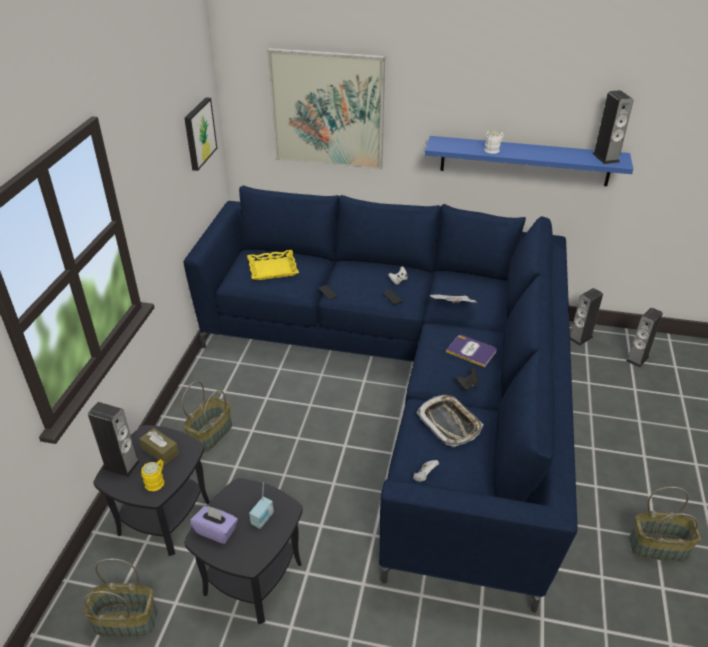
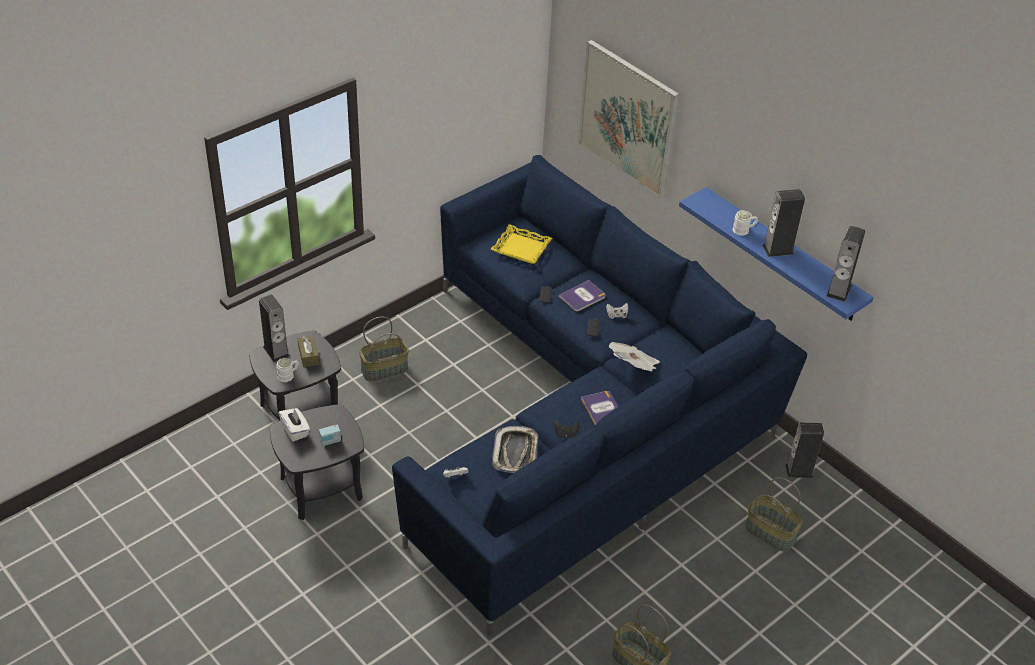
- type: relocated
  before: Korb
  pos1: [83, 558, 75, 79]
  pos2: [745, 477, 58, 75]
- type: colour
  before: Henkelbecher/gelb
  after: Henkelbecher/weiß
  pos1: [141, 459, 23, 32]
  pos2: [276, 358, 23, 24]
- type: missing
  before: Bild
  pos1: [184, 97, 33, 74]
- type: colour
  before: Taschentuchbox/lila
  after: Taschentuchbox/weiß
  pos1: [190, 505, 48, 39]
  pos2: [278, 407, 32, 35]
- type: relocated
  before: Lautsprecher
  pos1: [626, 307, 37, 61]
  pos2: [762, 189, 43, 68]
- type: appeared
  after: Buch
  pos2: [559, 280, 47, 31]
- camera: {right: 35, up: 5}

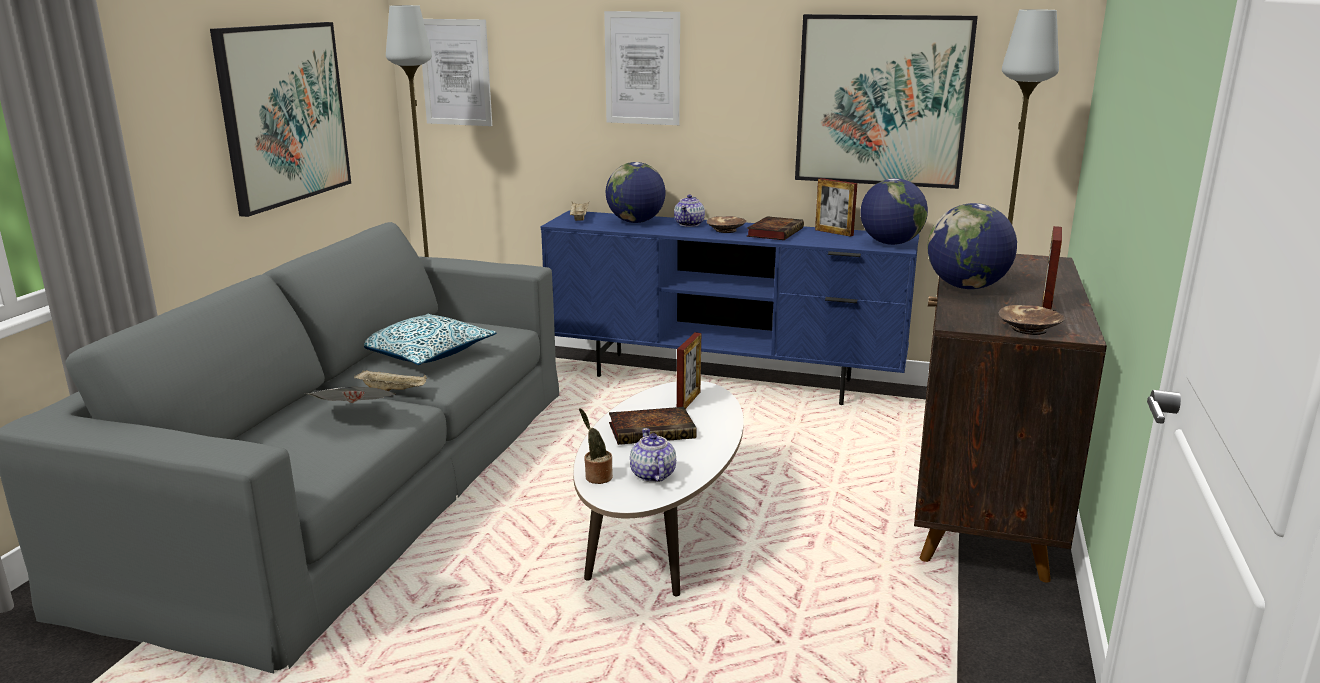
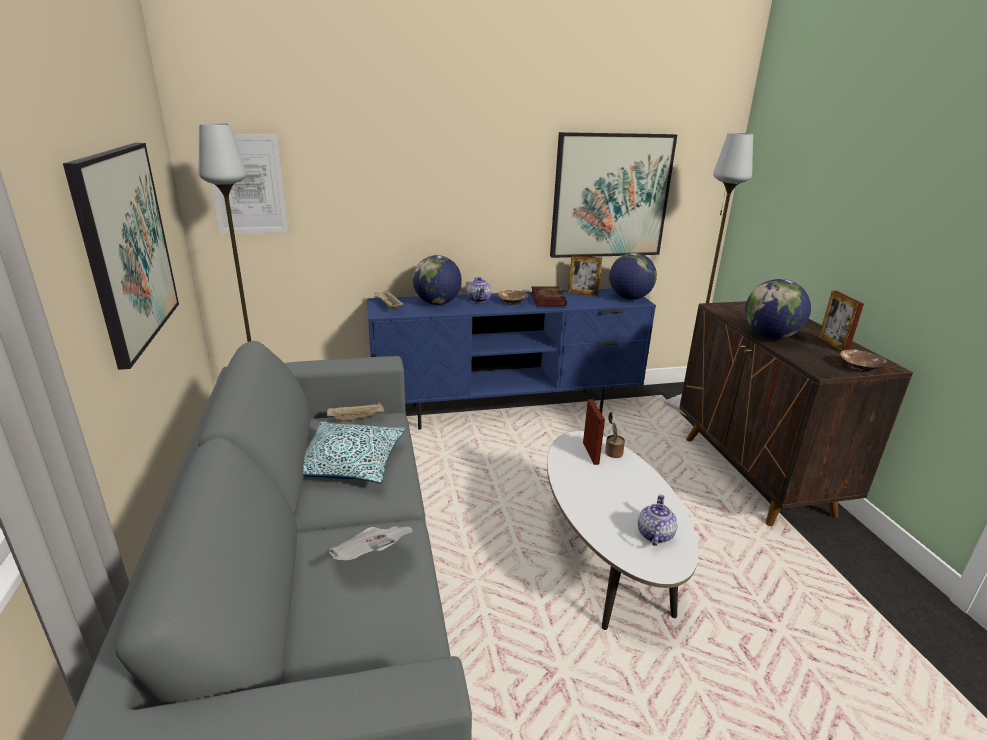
- type: relocated
  before: Tablett/beige
  pos1: [354, 369, 73, 22]
  pos2: [327, 402, 58, 20]
- type: relocated
  before: Topfpflanze
  pos1: [579, 408, 34, 76]
  pos2: [605, 412, 20, 46]
- type: missing
  before: Bild
  pos1: [604, 11, 76, 114]
- type: missing
  before: Buch
  pos1: [609, 407, 88, 38]
- type: spun
  before: Teekanne
  pos1: [630, 428, 46, 54]
  pos2: [638, 494, 40, 52]
  turn: 60
- camera: {right: -30, up: 5}

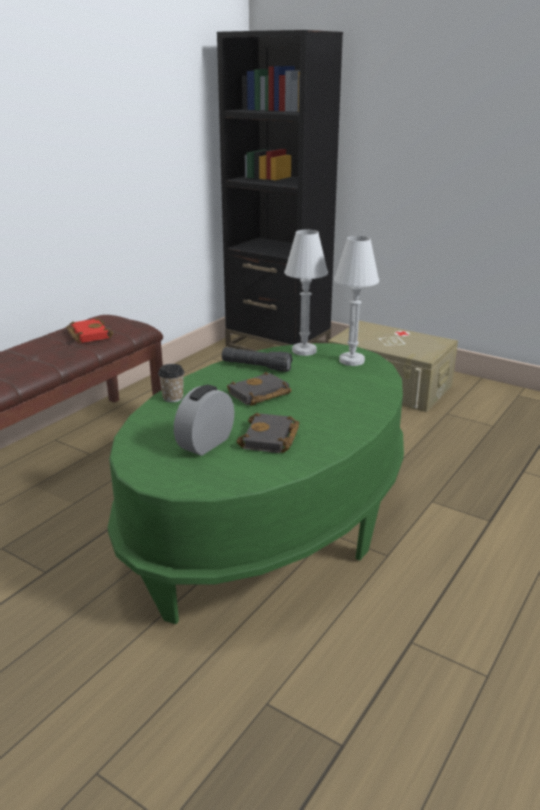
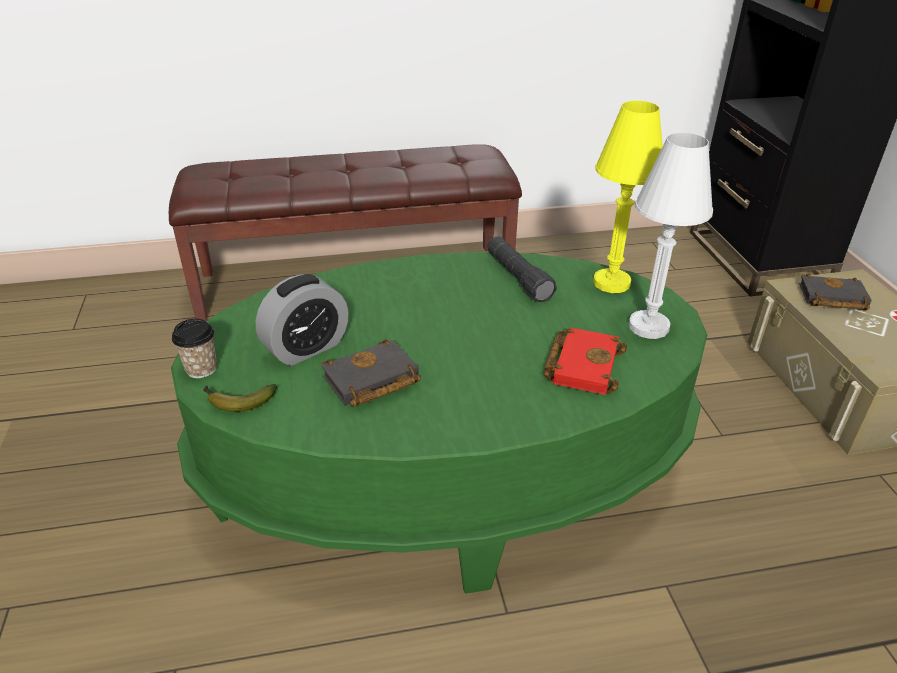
- type: relocated
  before: Buch/rot
  pos1: [66, 318, 47, 25]
  pos2: [543, 327, 84, 68]
- type: relocated
  before: Tasse
  pos1: [158, 364, 27, 38]
  pos2: [172, 319, 45, 59]
- type: spun
  before: Wecker
  pos1: [174, 385, 60, 71]
  pos2: [256, 274, 92, 92]
  turn: 150
- type: relocated
  before: Buch/schwarz
  pos1: [227, 372, 64, 34]
  pos2: [799, 274, 72, 37]
- type: colour
  before: Tischlampe/weiß
  after: Tischlampe/gelb
  pos1: [284, 230, 44, 126]
  pos2: [593, 101, 70, 192]
- type: appeared
  after: Banane
  pos2: [203, 384, 74, 27]
- camera: {right: 45, up: 10}

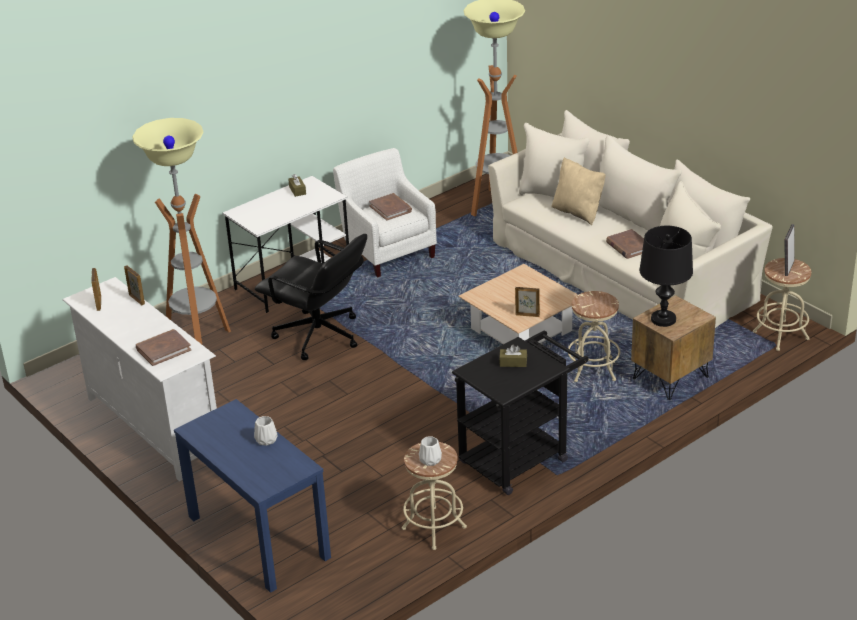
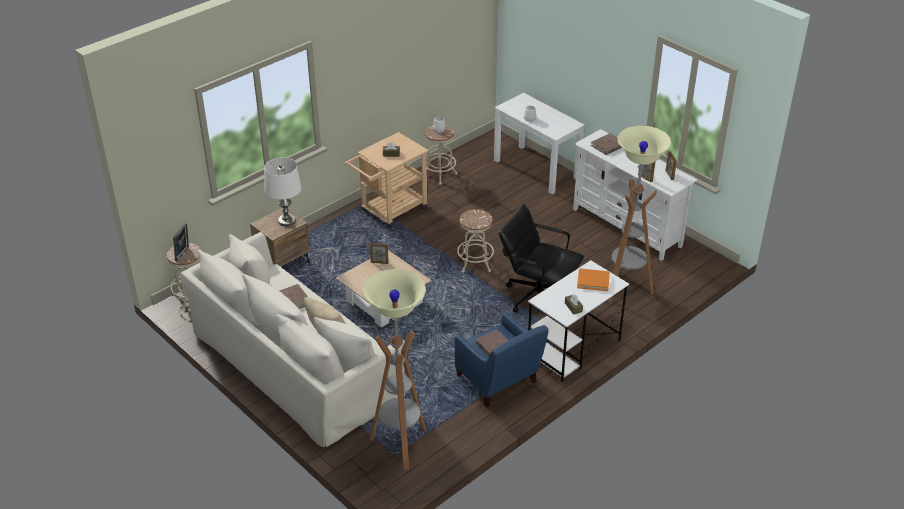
- type: colour
  before: Konsolentisch/blau
  after: Konsolentisch/weiß
  pos1: [174, 399, 157, 194]
  pos2: [494, 93, 91, 101]
- type: colour
  before: Sessel/weiß
  after: Sessel/blau
  pos1: [333, 148, 104, 130]
  pos2: [454, 312, 95, 96]
- type: colour
  before: Rollwagen/schwarz
  after: Rollwagen/beige
  pos1: [452, 331, 136, 164]
  pos2: [345, 132, 84, 97]
- type: relocated
  before: Hocker/beige
  pos1: [568, 291, 52, 91]
  pos2: [457, 209, 37, 64]
- type: colour
  before: Tischlampe/schwarz
  after: Tischlampe/weiß
  pos1: [639, 226, 54, 101]
  pos2: [264, 157, 38, 69]
- type: appeared
  after: Buch/orange
  pos2: [577, 269, 33, 22]
- camera: {right: 175, up: 5}

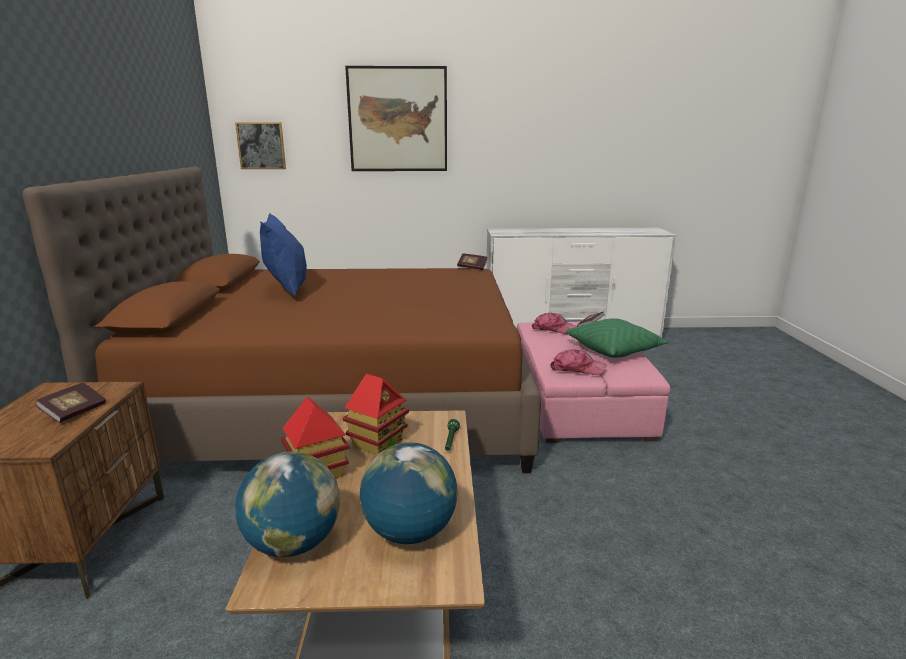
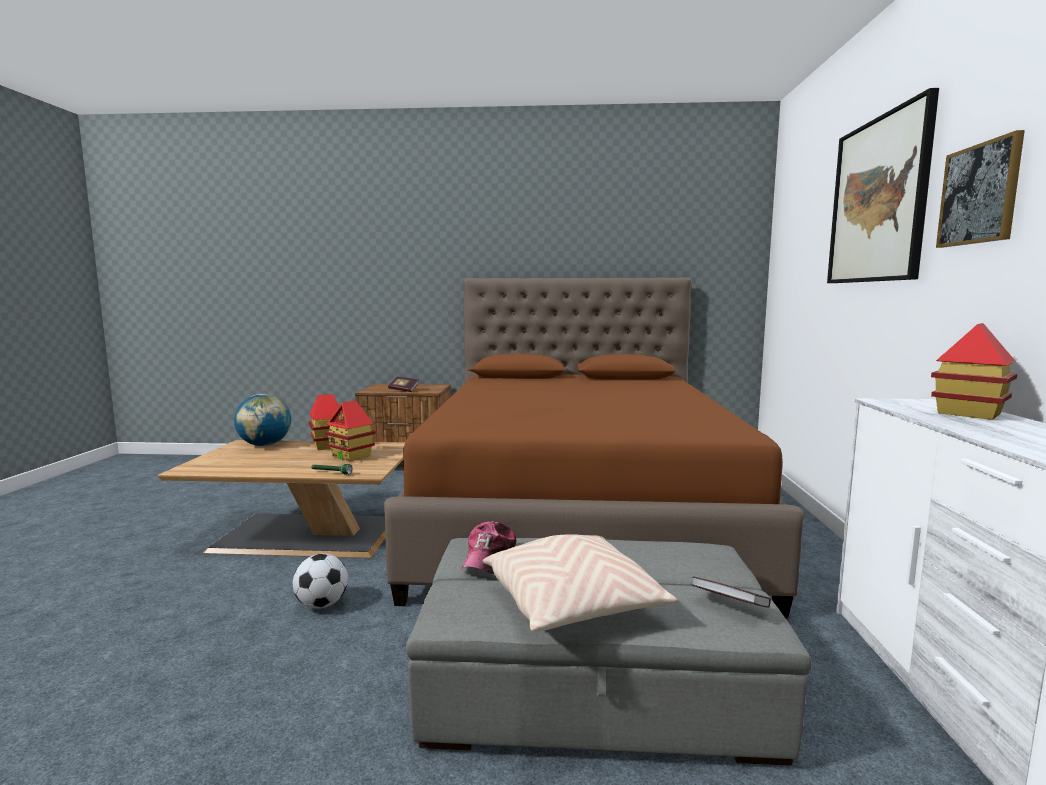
- type: relocated
  before: Bild
  pos1: [235, 122, 51, 47]
  pos2: [936, 130, 89, 118]
- type: missing
  before: Kissen/blau
  pos1: [260, 213, 47, 83]
- type: missing
  before: Globus
  pos1: [360, 442, 98, 102]
- type: missing
  before: Buch
  pos1: [457, 253, 30, 17]
- type: colour
  before: Polsterhocker/rosa
  after: Polsterhocker/grau
  pos1: [517, 322, 154, 121]
  pos2: [406, 538, 406, 228]
- type: missing
  before: Kappe
  pos1: [532, 313, 45, 21]
- type: colour
  before: Kissen/grün
  after: Kissen/beige
  pos1: [565, 318, 104, 40]
  pos2: [483, 534, 194, 97]
- type: appeared
  after: Fußball
  pos2: [293, 554, 55, 55]
- type: appeared
  after: Spielzeughaus
  pos2: [931, 323, 86, 97]
- camera: {right: 95, up: -10}

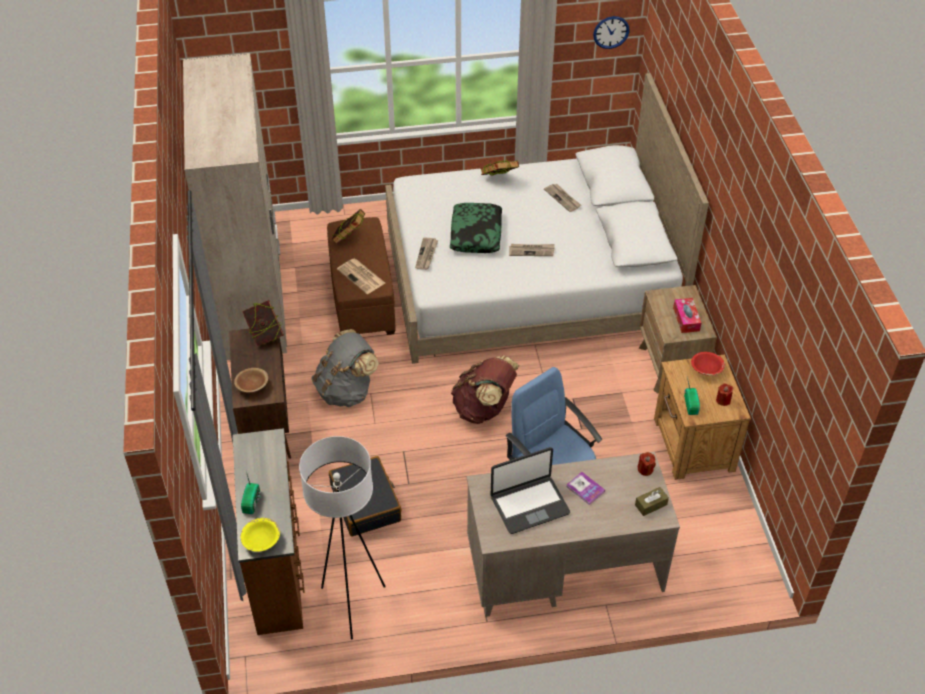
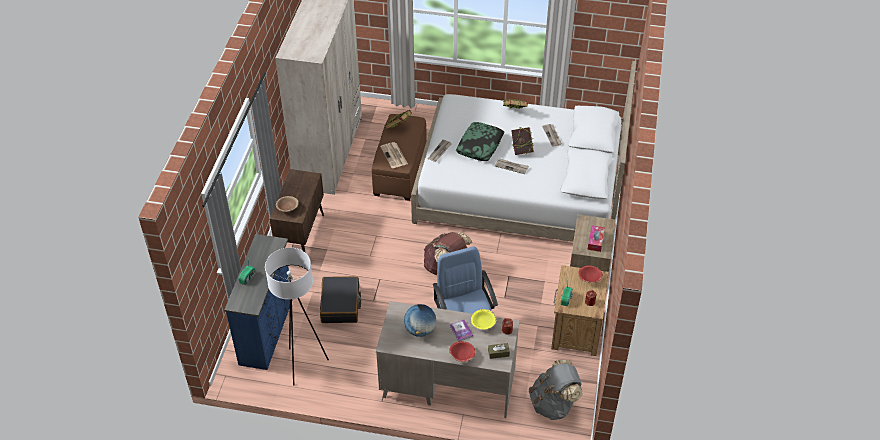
- type: colour
  before: Kommode/braun
  after: Kommode/blau
  pos1: [233, 428, 72, 207]
  pos2: [224, 234, 69, 136]
- type: relocated
  before: Schüssel/gelb
  pos1: [241, 518, 39, 34]
  pos2: [471, 309, 25, 21]
- type: relocated
  before: Buch
  pos1: [242, 300, 42, 46]
  pos2: [511, 127, 23, 28]
- type: relocated
  before: Rucksack/grau
  pos1: [311, 329, 68, 78]
  pos2: [529, 360, 54, 60]
- type: exchanged
  before: Laptop
  after: Globus
  pos1: [491, 447, 79, 87]
  pos2: [404, 304, 32, 33]
- type: missing
  before: Wanduhr
  pos1: [593, 16, 37, 33]
- type: appeared
  after: Schüssel/rot
  pos2: [449, 341, 26, 21]
- camera: {right: 20, up: 0}

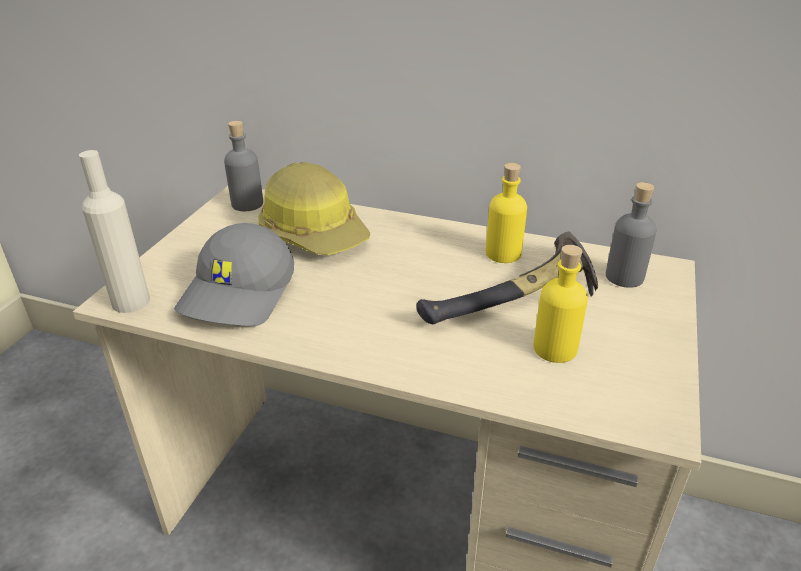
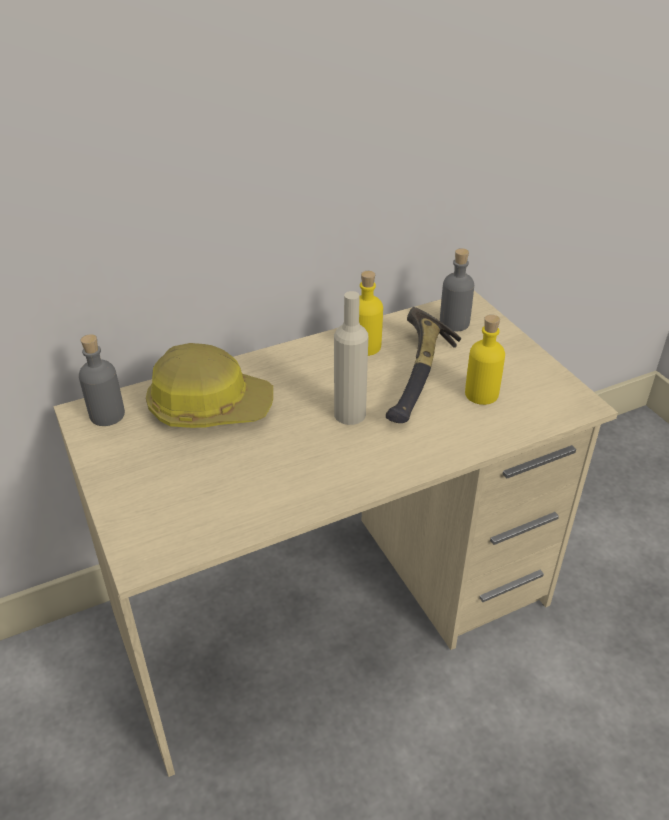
- type: relocated
  before: Flasche/beige
  pos1: [79, 150, 71, 163]
  pos2: [334, 291, 34, 134]
- type: missing
  before: Kappe/grau
  pos1: [174, 223, 120, 103]
- camera: {right: -45, up: 5}

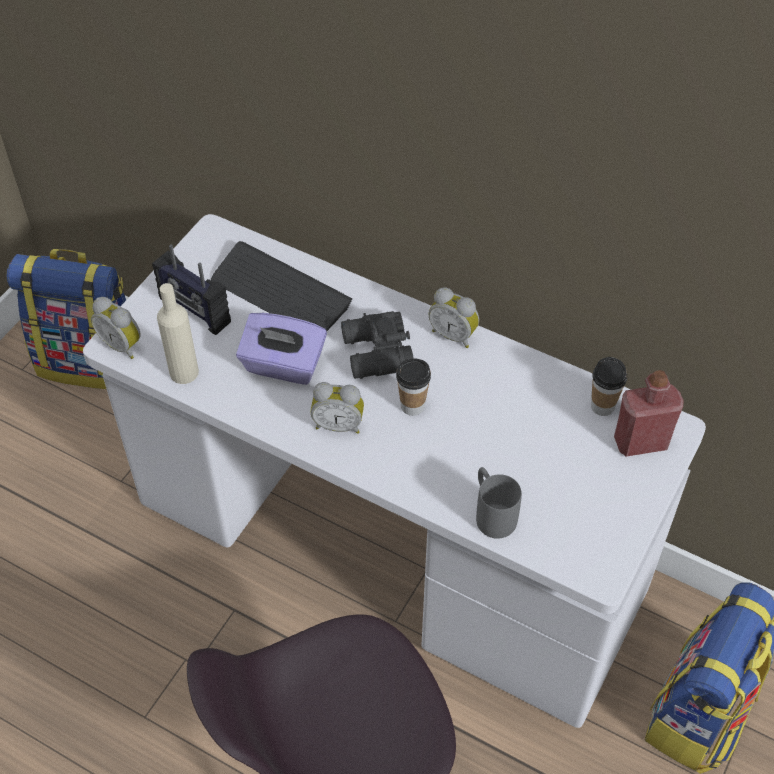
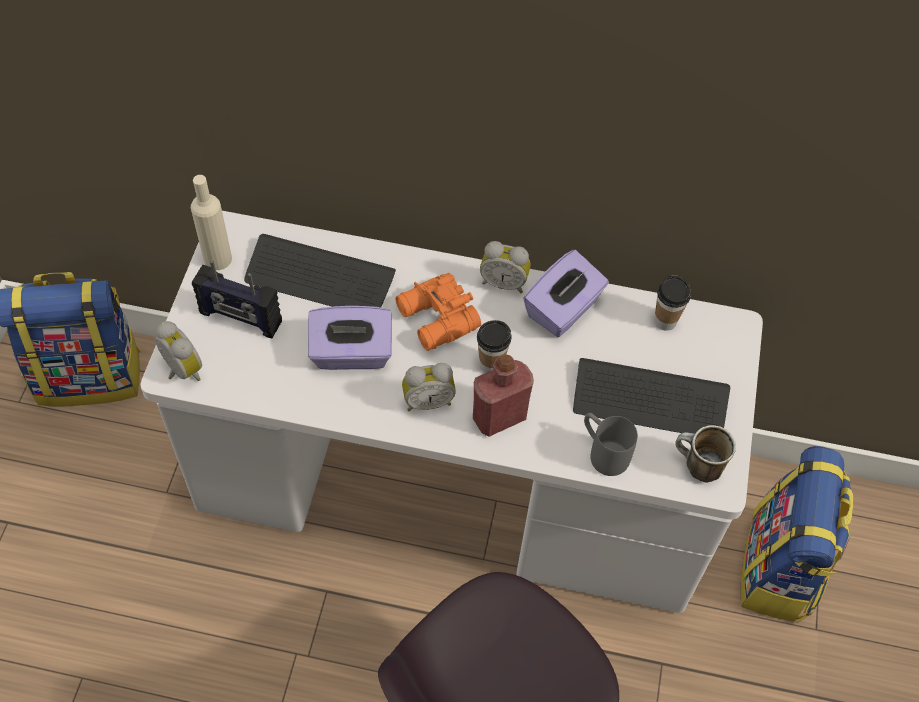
- type: spun
  before: Wecker
  pos1: [91, 297, 50, 62]
  pos2: [155, 321, 47, 60]
  turn: -150
- type: relocated
  before: Flasche/beige
  pos1: [157, 283, 42, 101]
  pos2: [191, 175, 41, 95]
- type: colour
  before: Fernglas/schwarz
  after: Fernglas/orange
  pos1: [341, 311, 73, 68]
  pos2: [395, 273, 86, 78]
- type: relocated
  before: Flasche/rot
  pos1: [614, 370, 70, 87]
  pos2: [473, 355, 61, 82]
- type: appeared
  after: Taschentuchbox/lila
  pos2: [523, 250, 86, 87]
- type: appeared
  after: Tastatur
  pos2: [573, 358, 157, 76]
- type: appeared
  after: Henkelbecher
  pos2: [675, 425, 61, 58]
- camera: {right: -20, up: 5}

